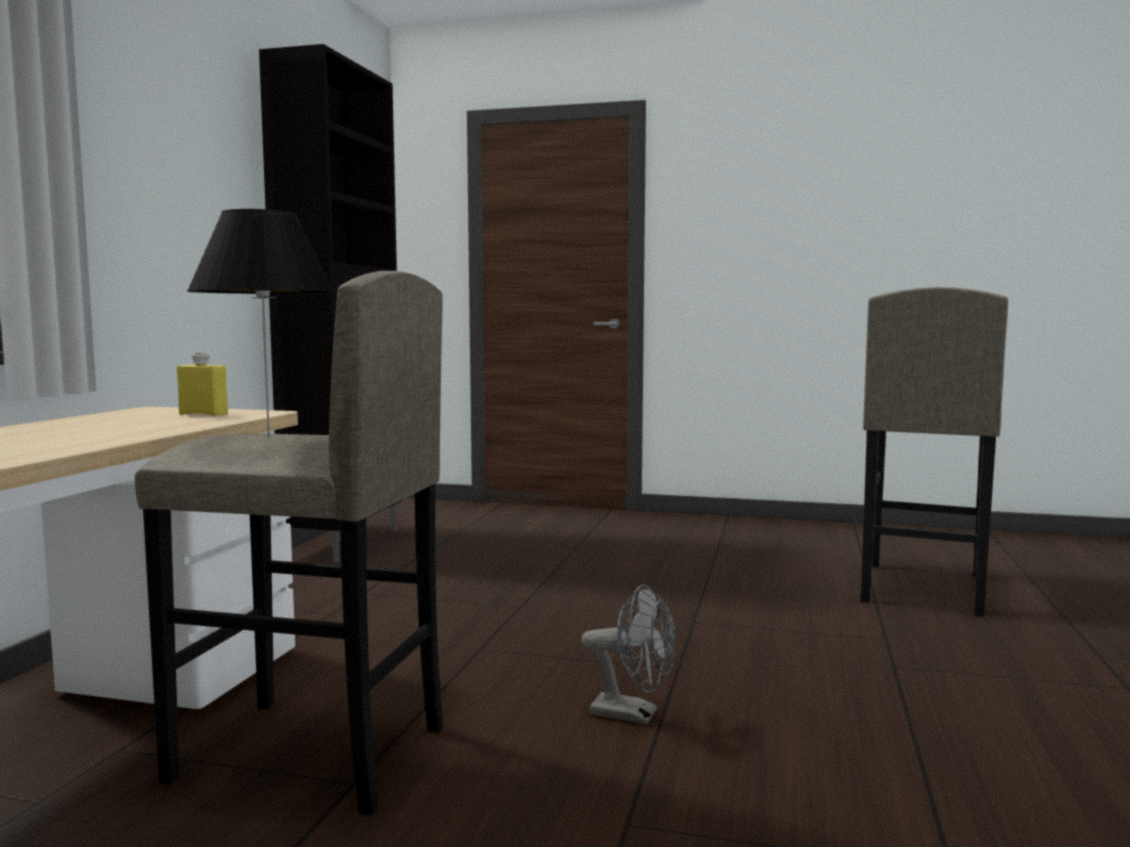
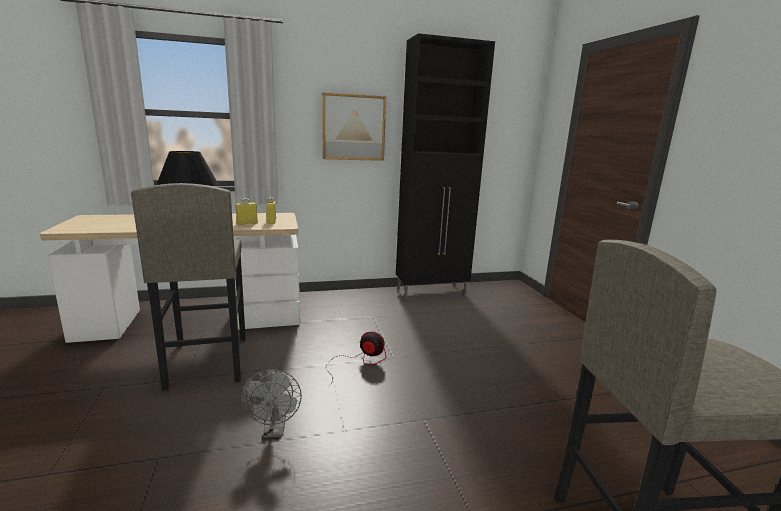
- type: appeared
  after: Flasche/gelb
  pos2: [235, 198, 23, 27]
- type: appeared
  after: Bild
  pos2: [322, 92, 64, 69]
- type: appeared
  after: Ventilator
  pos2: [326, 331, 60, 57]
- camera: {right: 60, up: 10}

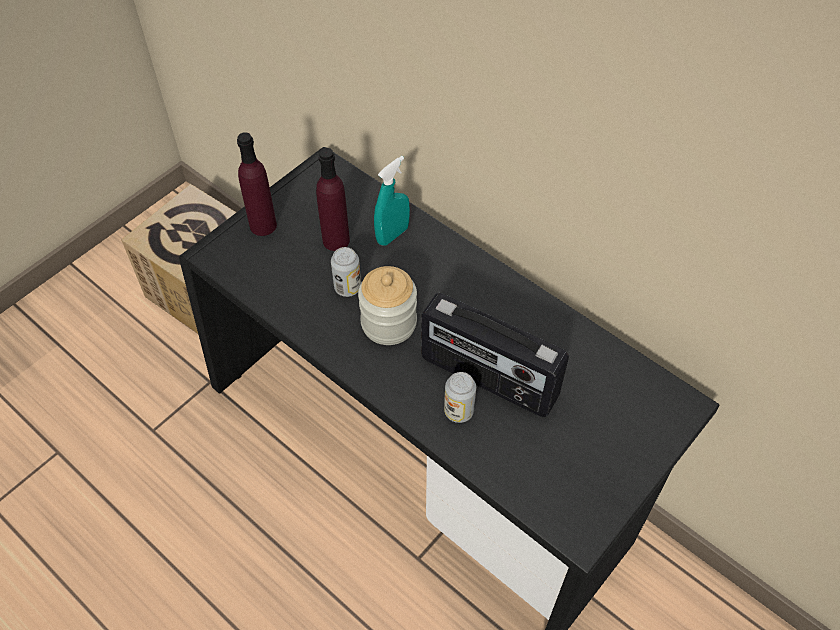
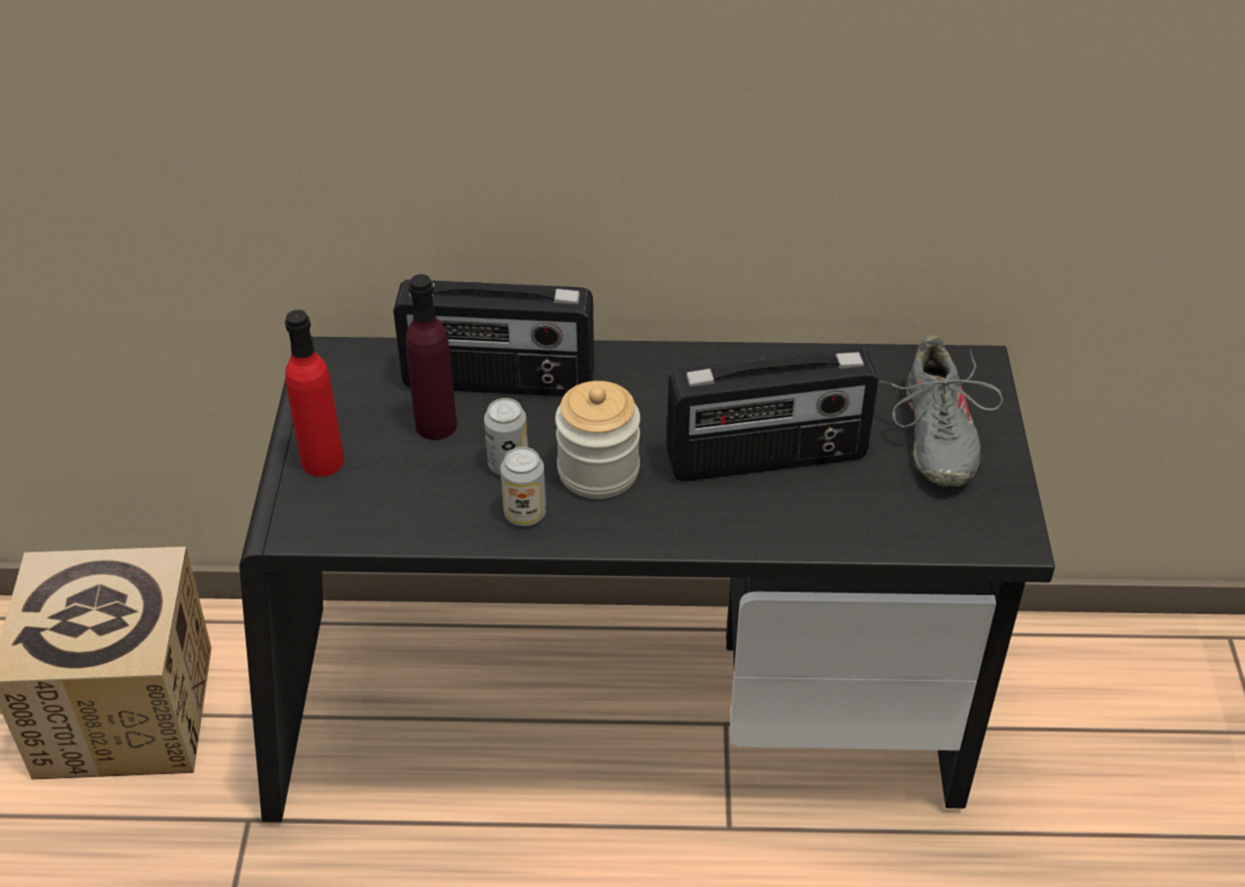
- type: colour
  before: Flasche/lila
  after: Flasche/rot
  pos1: [237, 132, 40, 104]
  pos2: [285, 310, 59, 167]
- type: exchanged
  before: Sprühflasche/türkis
  after: Radio
  pos1: [374, 156, 36, 90]
  pos2: [393, 279, 201, 117]
- type: relocated
  before: Dose
  pos1: [444, 372, 32, 51]
  pos2: [501, 447, 45, 79]
- type: appeared
  after: Schuh/grau
  pos2: [879, 335, 124, 152]
- camera: {right: -40, up: -10}

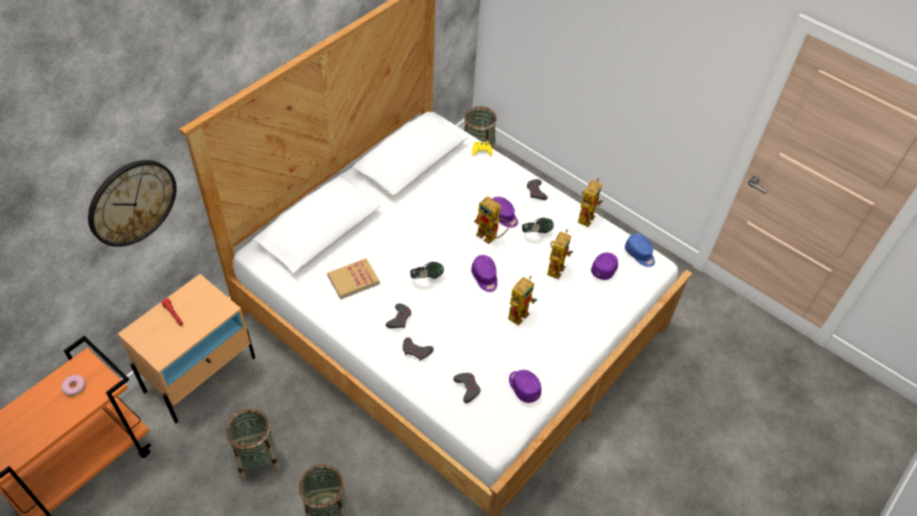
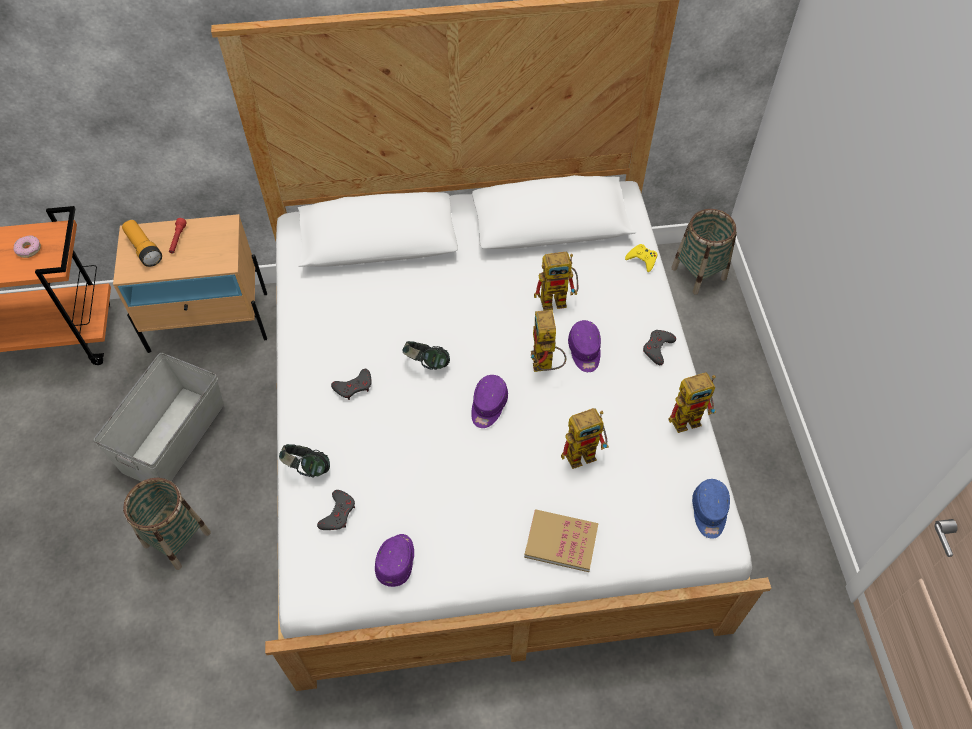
- type: missing
  before: Wanduhr
  pos1: [88, 160, 89, 87]
- type: exchanged
  before: Korb
  after: Aufbewahrungsbox/grau
  pos1: [225, 409, 55, 72]
  pos2: [94, 353, 130, 129]
- type: relocated
  before: Buch
  pos1: [327, 258, 53, 41]
  pos2: [524, 509, 74, 63]
- type: missing
  before: Gamepad/grau
  pos1: [403, 337, 31, 24]
- type: relocated
  before: Spielzeugroboter
  pos1: [508, 276, 29, 50]
  pos2: [534, 252, 44, 59]
- type: relocated
  before: Kopfhörer
  pos1: [522, 217, 32, 16]
  pos2: [279, 444, 51, 34]
- type: missing
  before: Kappe/lila
  pos1: [591, 252, 27, 28]
- type: appeared
  after: Taschenlampe
  pos2: [122, 220, 40, 47]
- camera: {right: 45, up: 5}

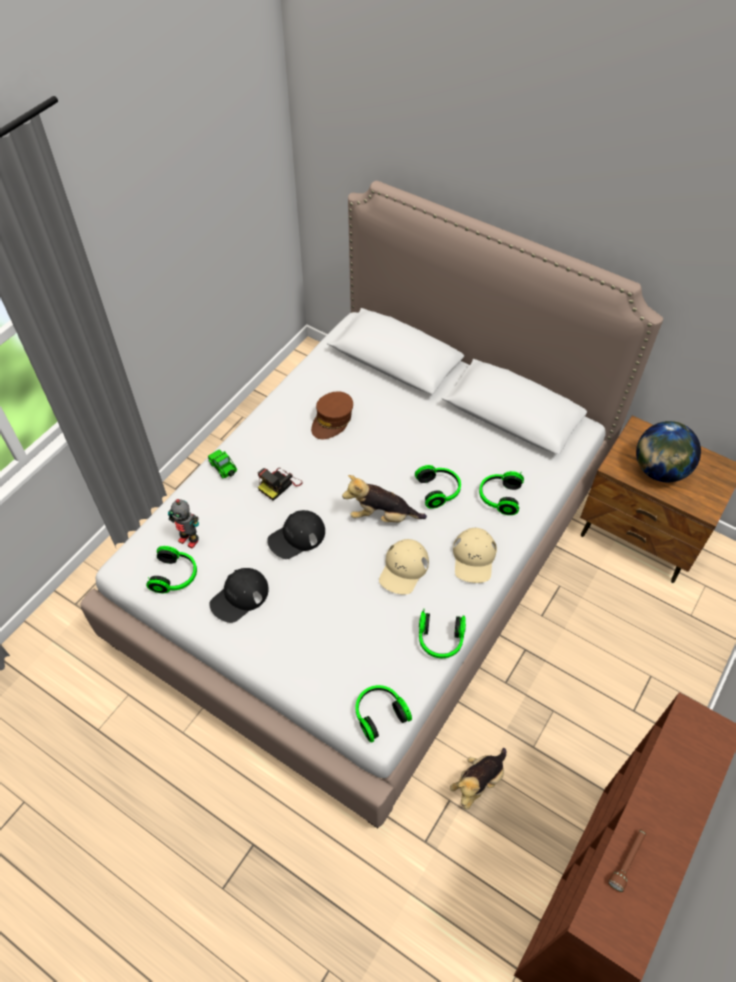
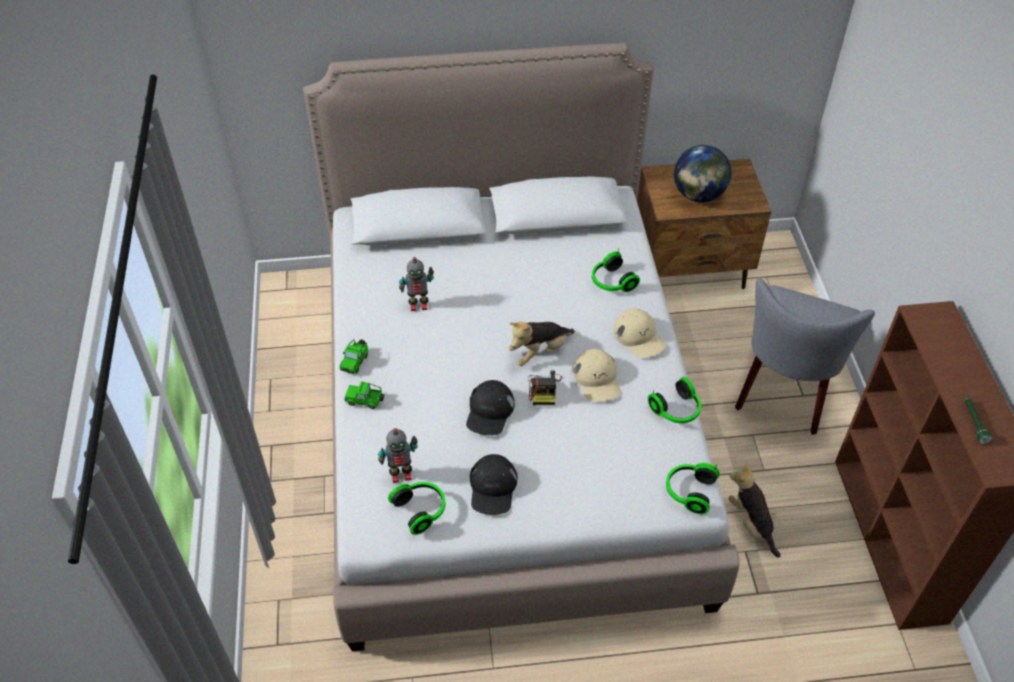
- type: relocated
  before: Kamera
  pos1: [258, 468, 45, 33]
  pos2: [528, 370, 34, 35]
- type: exchanged
  before: Kappe/braun
  after: Spielzeugroboter
  pos1: [311, 391, 42, 48]
  pos2: [399, 257, 35, 54]
- type: missing
  before: Kopfhörer
  pos1: [415, 465, 46, 44]
- type: spun
  before: Plüschtier
  pos1: [450, 748, 56, 62]
  pos2: [729, 463, 52, 95]
  turn: 150
- type: colour
  before: Taschenlampe/braun
  after: Taschenlampe/grün
  pos1: [608, 829, 38, 63]
  pos2: [964, 397, 29, 47]
- type: appeared
  after: Spielzeugauto
  pos2: [339, 339, 30, 35]
- type: appeared
  after: Stuhl/grau
  pos2: [735, 278, 140, 157]
- camera: {right: -40, up: -5}

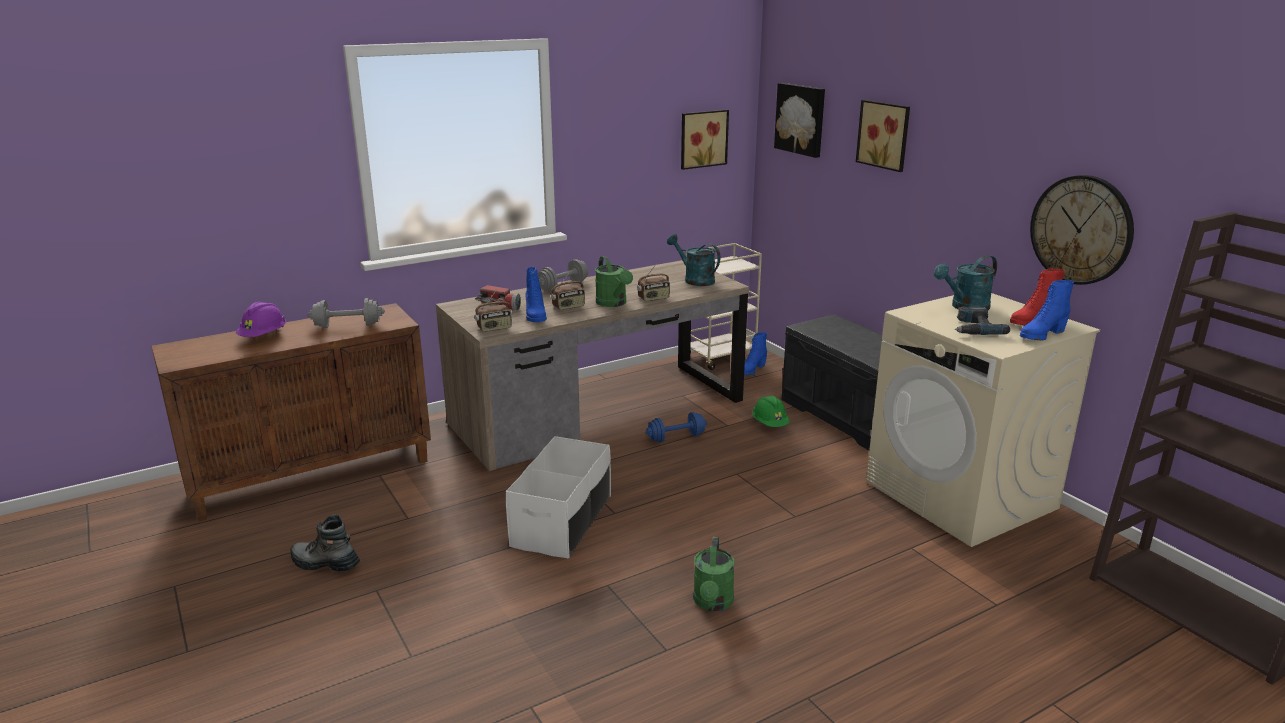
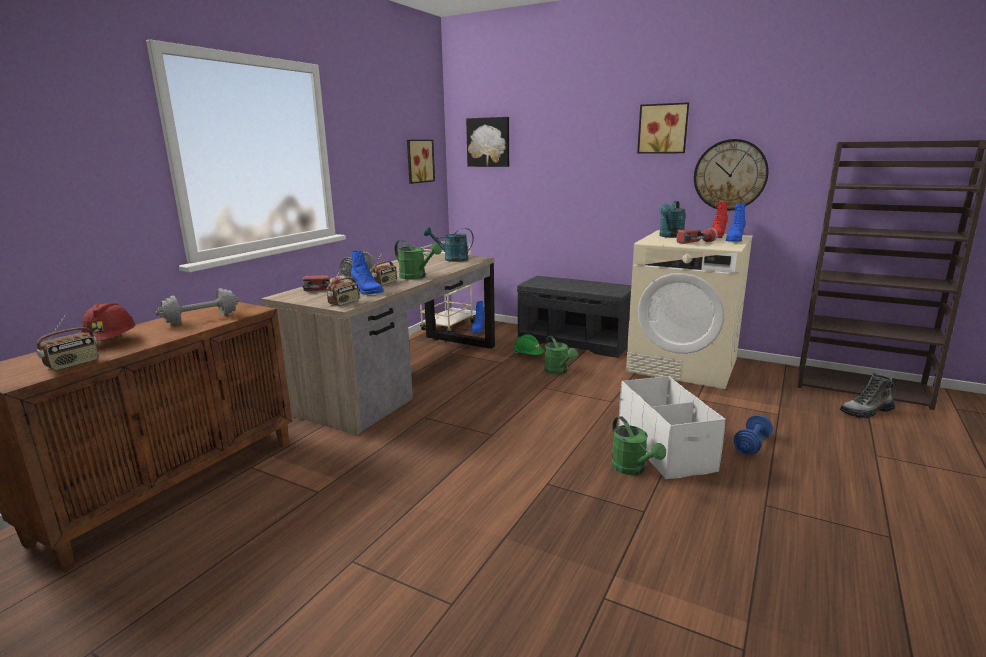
- type: colour
  before: Schutzhelm/lila
  after: Schutzhelm/rot
  pos1: [236, 302, 50, 35]
  pos2: [81, 303, 54, 38]
- type: relocated
  before: Stiefel
  pos1: [291, 515, 69, 57]
  pos2: [840, 373, 55, 45]
- type: relocated
  before: Aufbewahrungsbox/weiß
  pos1: [506, 436, 105, 123]
  pos2: [619, 376, 107, 103]
- type: relocated
  before: Radio
  pos1: [637, 263, 33, 38]
  pos2: [36, 314, 63, 57]
- type: relocated
  before: Hantel/blau
  pos1: [645, 412, 62, 31]
  pos2: [734, 415, 39, 40]
- type: relocated
  before: Bild
  pos1: [856, 100, 54, 72]
  pos2: [637, 102, 52, 52]
- type: exchanged
  before: Bohrmaschine
  after: Taschenlampe
  pos1: [955, 306, 55, 29]
  pos2: [676, 228, 42, 16]
- type: appeared
  after: Gießkanne/grün
  pos2: [544, 336, 33, 39]
- camera: {right: -30, up: -5}

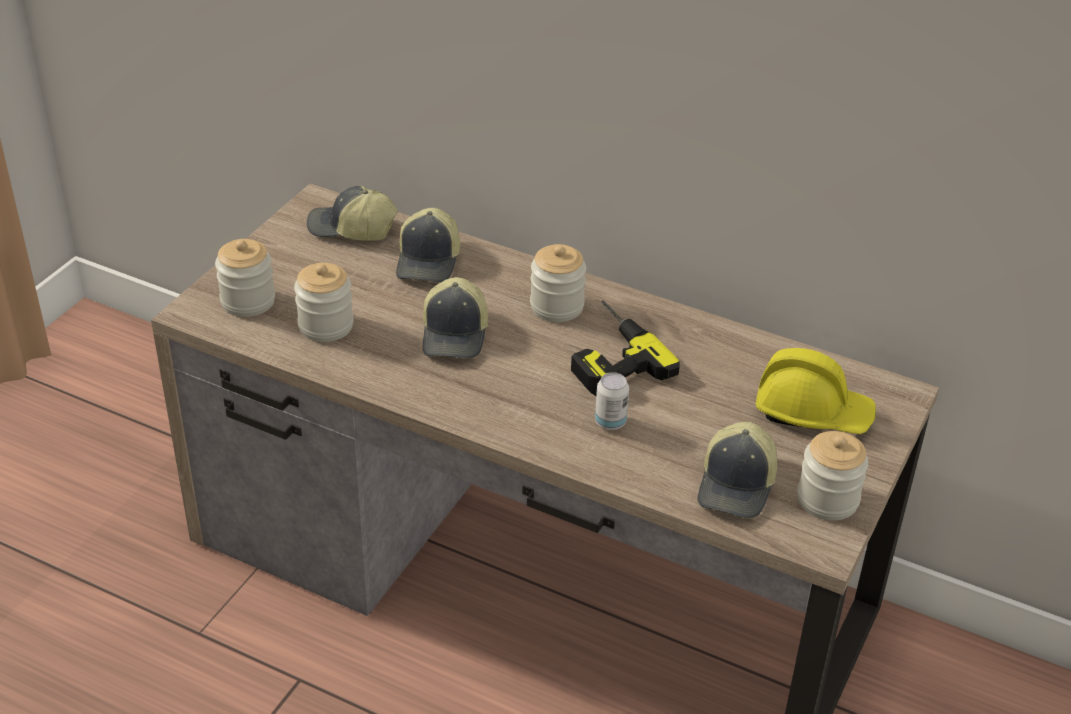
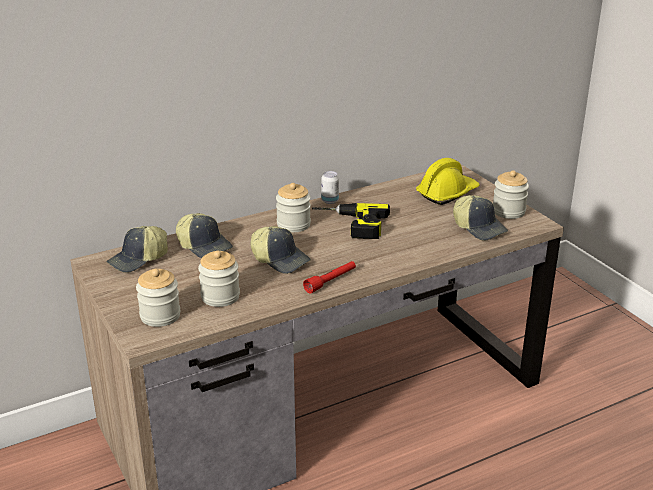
- type: relocated
  before: Dose
  pos1: [595, 372, 34, 58]
  pos2: [321, 171, 18, 33]
- type: appeared
  after: Taschenlampe/rot
  pos2: [303, 261, 53, 33]
- camera: {right: -55, up: -10}

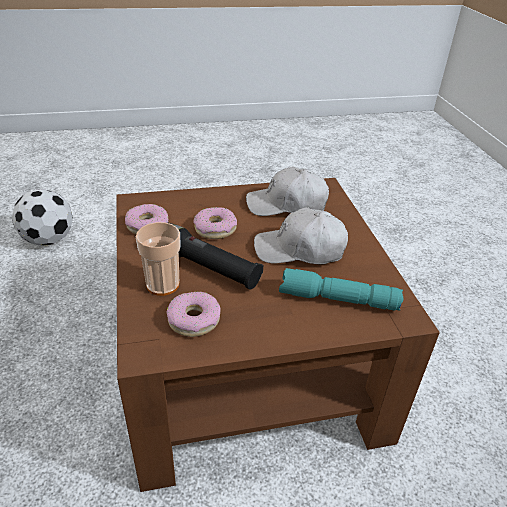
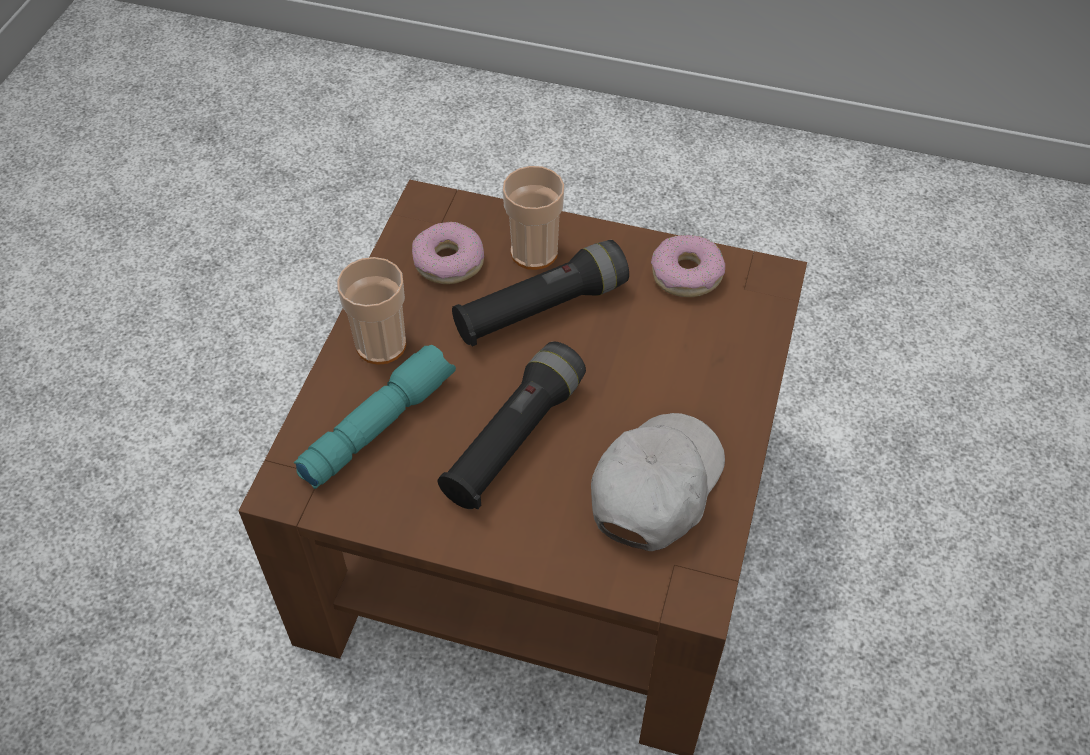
- type: missing
  before: Fußball
  pos1: [12, 189, 61, 57]
- type: missing
  before: Donut
  pos1: [193, 207, 44, 32]
- type: exchanged
  before: Kappe/weiß
  after: Taschenlampe/schwarz
  pos1: [254, 207, 94, 57]
  pos2: [438, 342, 148, 168]
- type: appeared
  after: Tasse
  pos2: [337, 257, 69, 108]
- camera: {right: 120, up: 15}

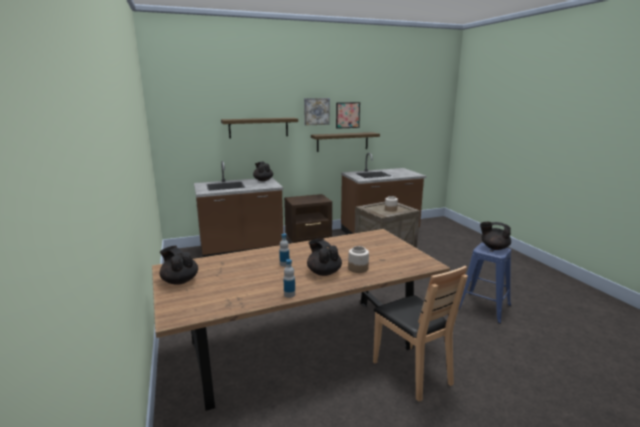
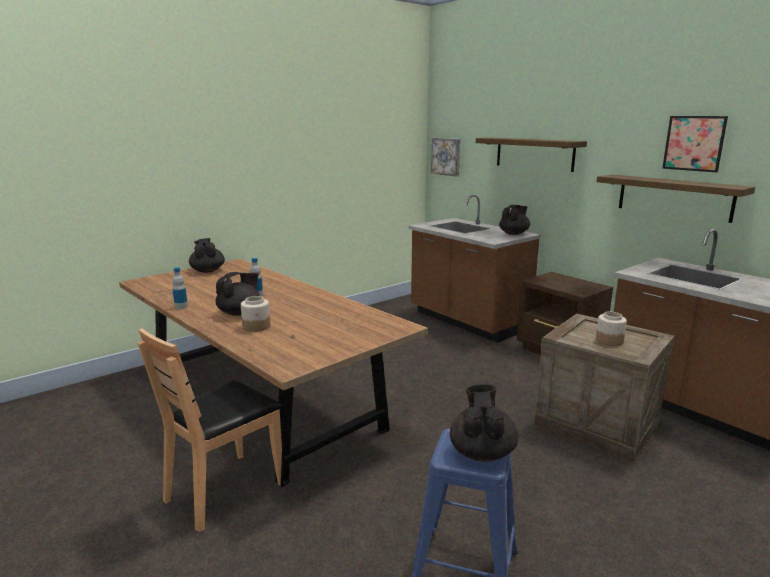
- type: spun
  before: Teekanne/schwarz
  pos1: [160, 246, 38, 39]
  pos2: [189, 238, 36, 35]
  turn: -45
- type: relocated
  before: Bild
  pos1: [304, 98, 26, 27]
  pos2: [431, 138, 30, 38]
- camera: {right: 70, up: 0}

